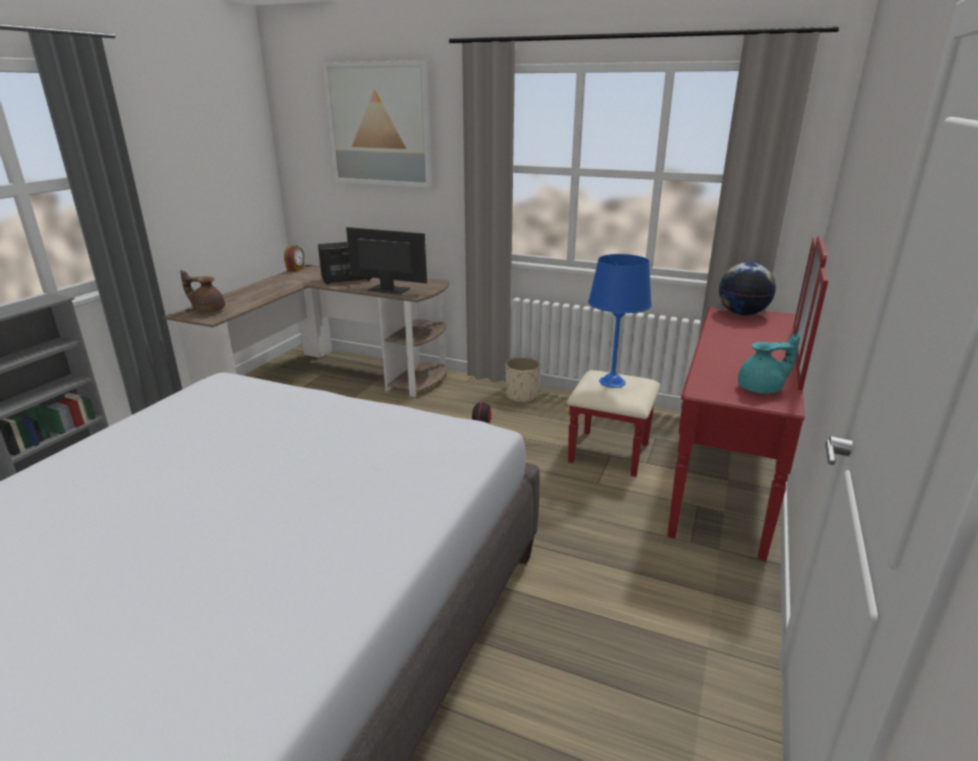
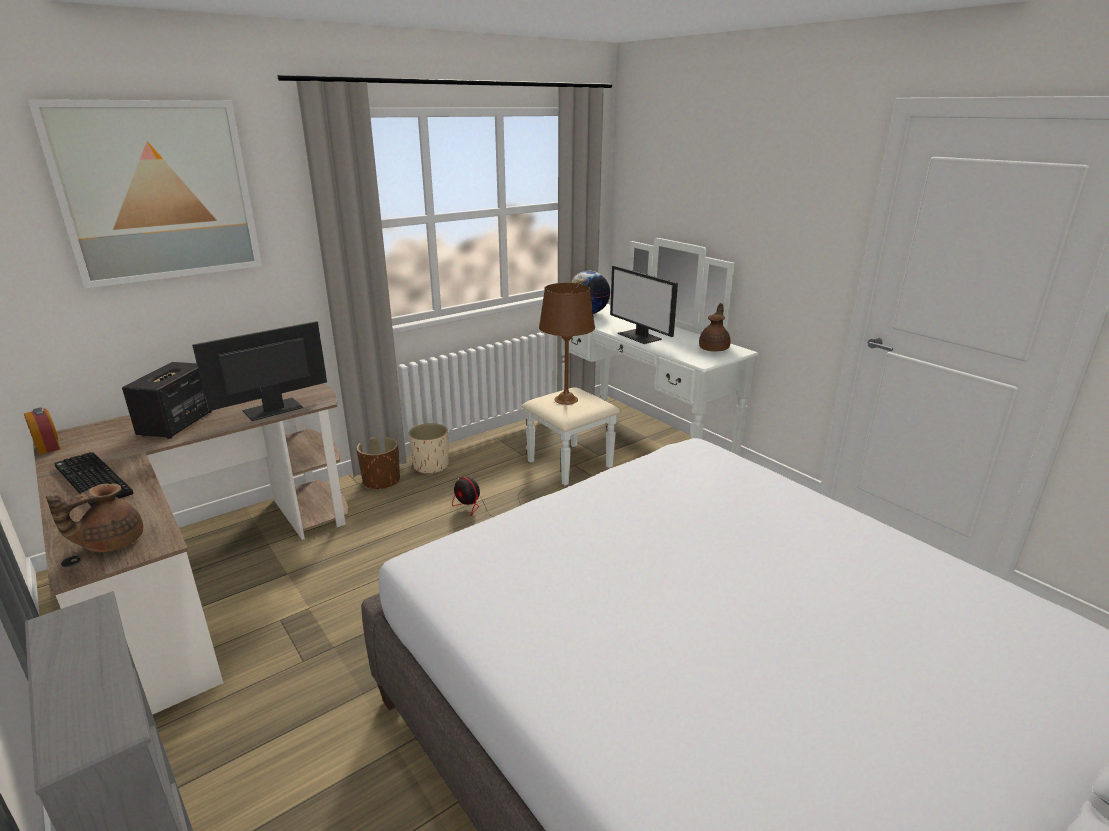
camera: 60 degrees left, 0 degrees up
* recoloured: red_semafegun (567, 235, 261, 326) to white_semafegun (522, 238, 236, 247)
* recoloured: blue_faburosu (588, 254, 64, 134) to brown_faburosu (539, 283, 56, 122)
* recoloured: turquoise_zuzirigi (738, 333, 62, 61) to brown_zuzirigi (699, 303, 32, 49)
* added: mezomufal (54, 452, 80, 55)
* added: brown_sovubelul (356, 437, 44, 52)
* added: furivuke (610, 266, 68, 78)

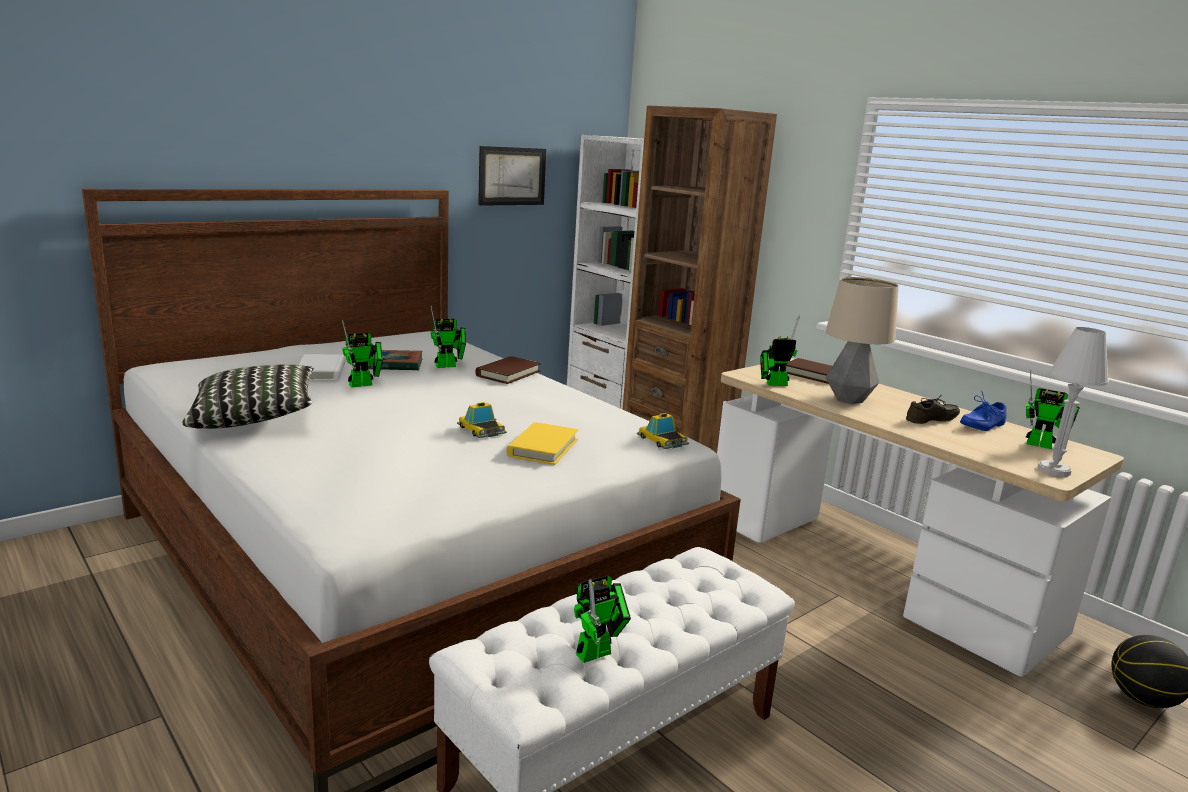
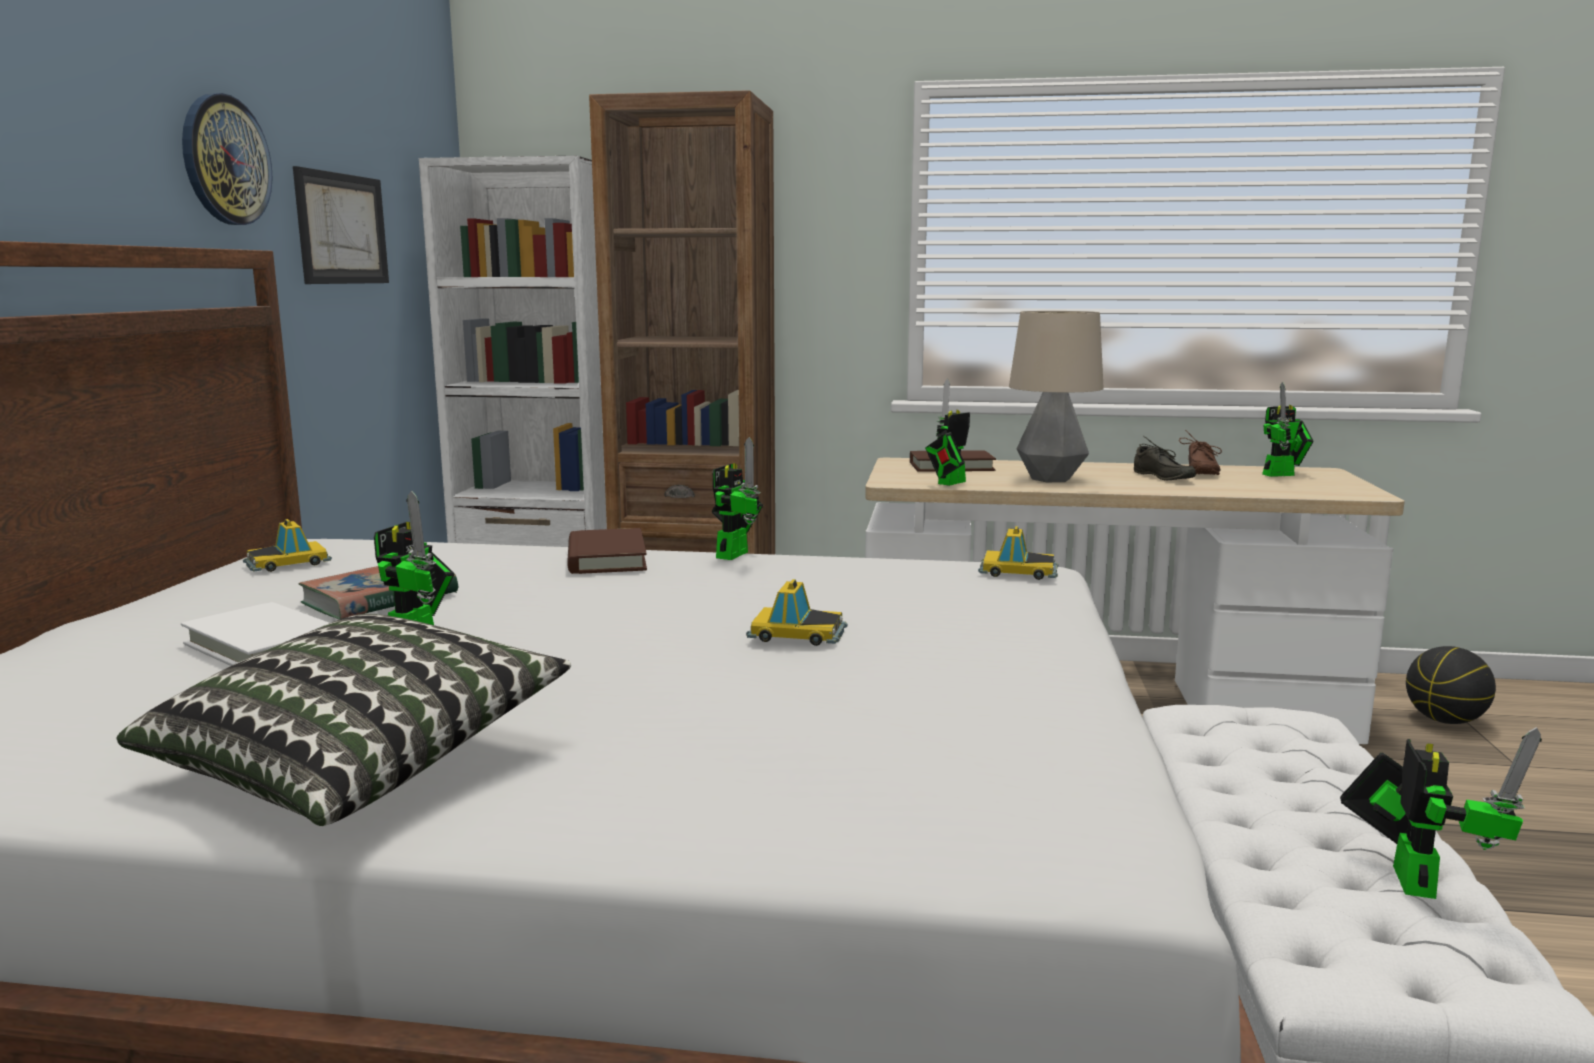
camera: 40 degrees left, 5 degrees down
* moved: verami (430, 306, 36, 62) to (712, 437, 51, 123)
* removed: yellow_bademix (506, 422, 72, 43)
* turned: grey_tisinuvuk (906, 395, 54, 29) = (1134, 436, 62, 44) 135 degrees clockwise
* recoloured: blue_tisinuvuk (960, 390, 47, 41) to brown_tisinuvuk (1179, 430, 43, 45)
* removed: white_faburosu (1037, 327, 72, 150)
* added: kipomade (182, 93, 90, 132)
* added: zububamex (243, 519, 89, 53)

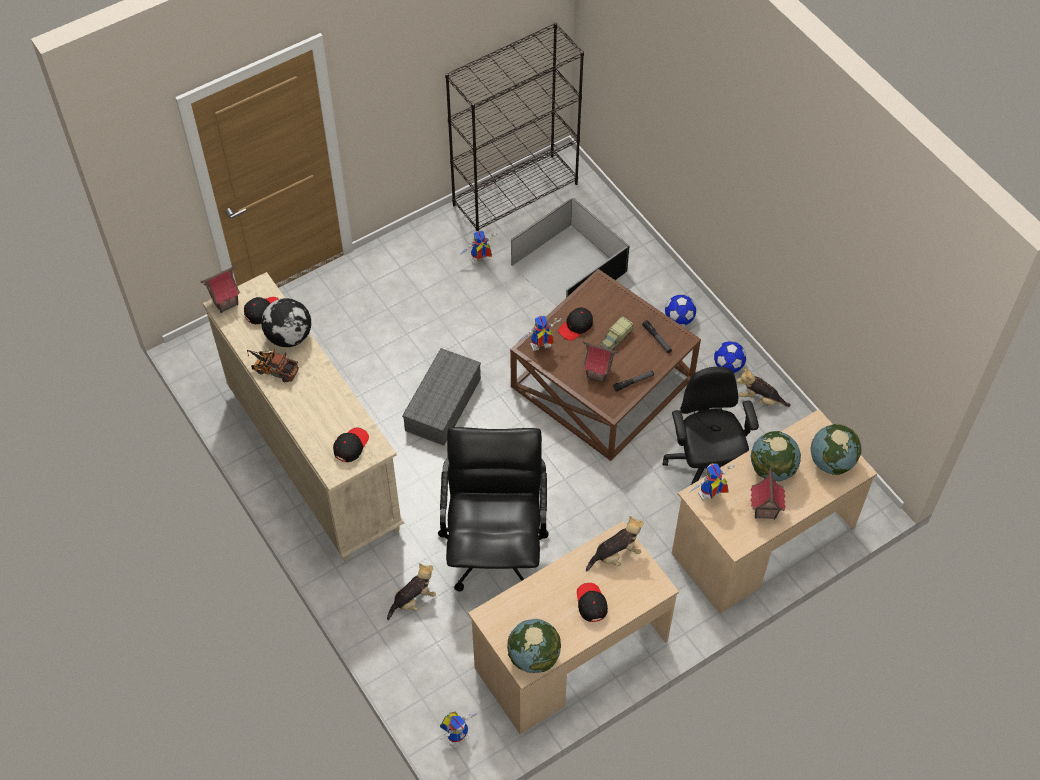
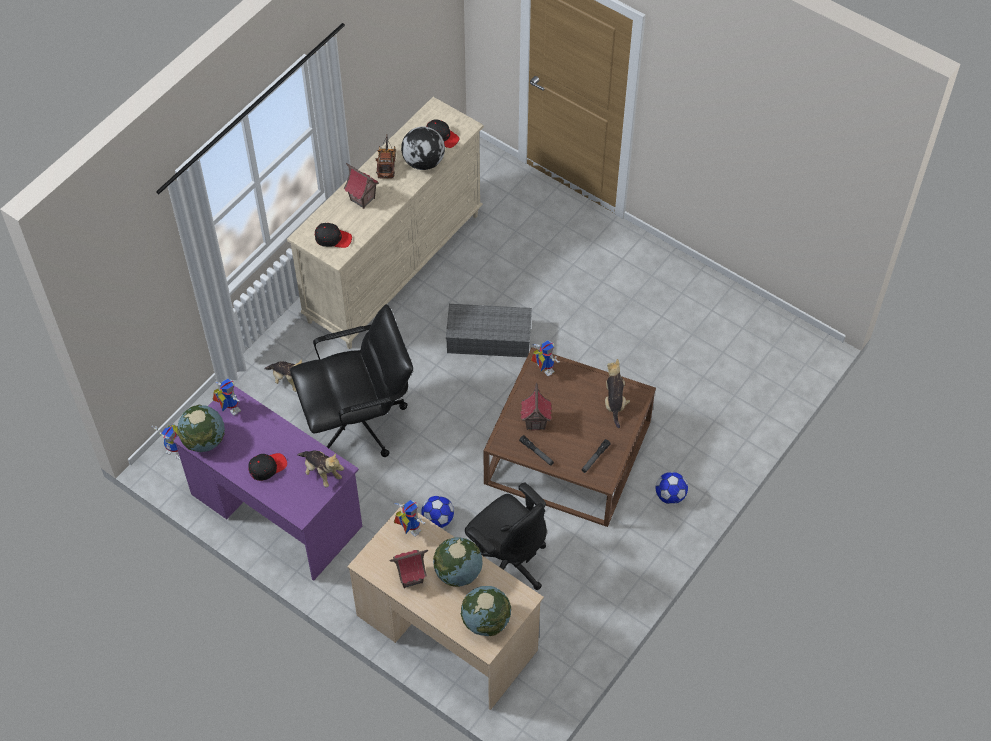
camera: 70 degrees right, 0 degrees up
* moved: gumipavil (200, 265, 40, 48) to (344, 163, 35, 46)
* removed: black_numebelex (445, 22, 139, 209)
* moved: verami (459, 231, 39, 34) to (213, 378, 28, 38)
* recoloured: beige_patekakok (468, 521, 211, 214) to purple_patekakok (173, 386, 189, 195)
* removed: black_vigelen (511, 198, 118, 109)
* removed: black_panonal (558, 307, 35, 34)
* removed: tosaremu (601, 316, 32, 34)
* turned: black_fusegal (662, 367, 97, 118) = (465, 482, 82, 108) 75 degrees clockwise
* moved: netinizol (714, 341, 32, 32) to (421, 496, 33, 32)
* moved: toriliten (736, 368, 55, 39) to (605, 359, 25, 69)

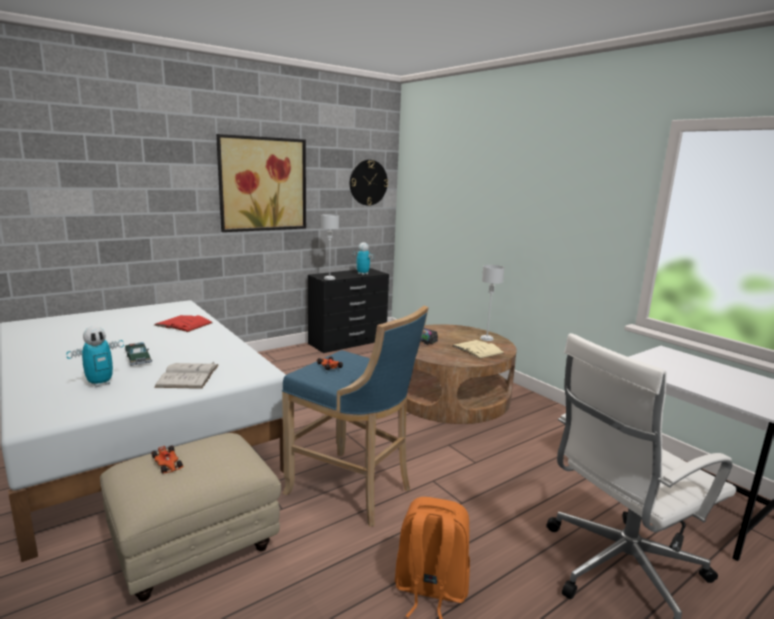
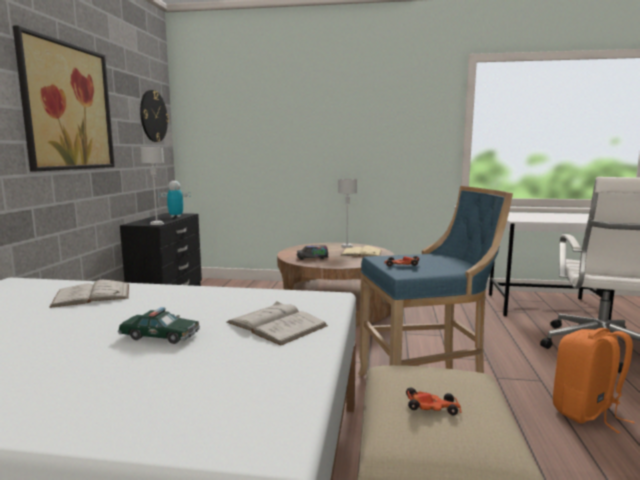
camera: 45 degrees left, 5 degrees down
* removed: verami (66, 326, 58, 61)
* recoloured: red_bademix (154, 315, 59, 17) to white_bademix (49, 280, 80, 28)

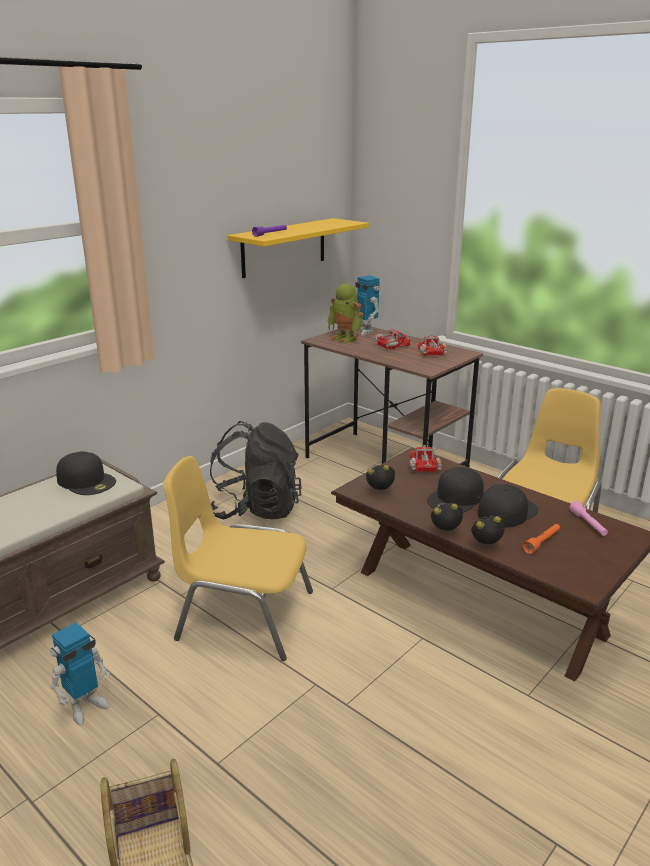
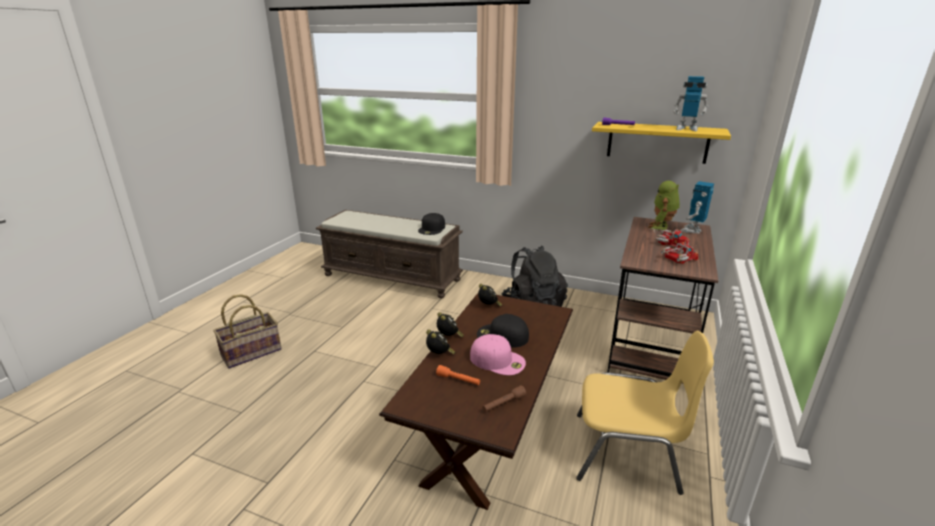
camera: 70 degrees right, 0 degrees up
* moved: verami (50, 622, 60, 104) to (673, 76, 35, 55)
* removed: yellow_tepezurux (163, 456, 150, 205)
* removed: tosaremu (410, 445, 32, 27)
* recoloured: black_panonal (478, 484, 60, 44) to pink_panonal (470, 334, 56, 41)
* recoloured: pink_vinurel (570, 501, 38, 35) to brown_vinurel (483, 385, 43, 27)

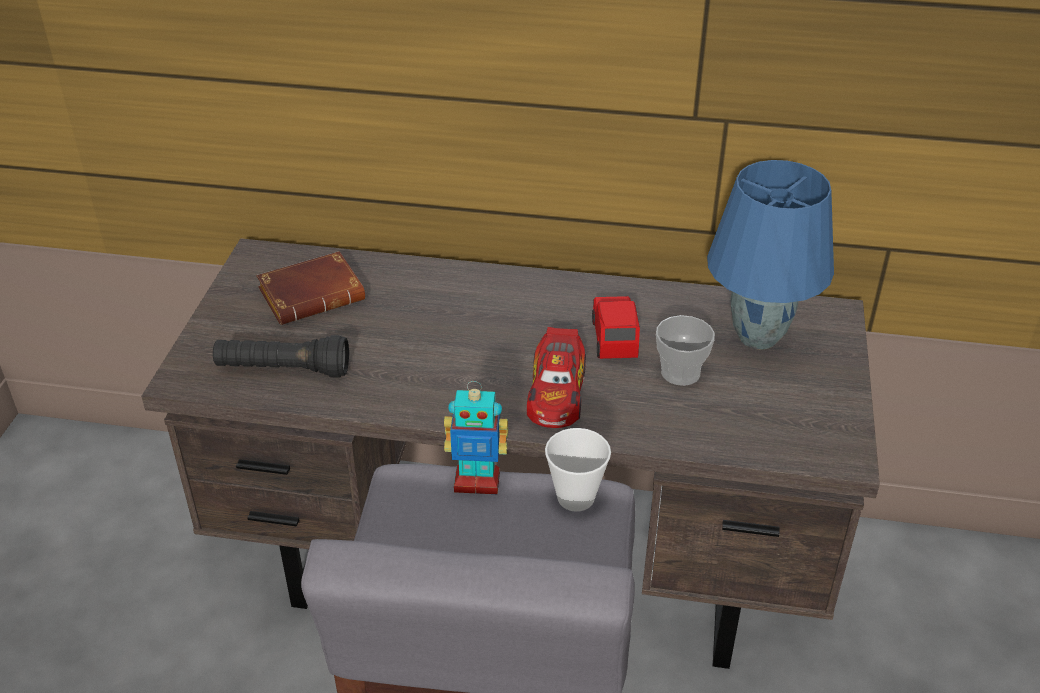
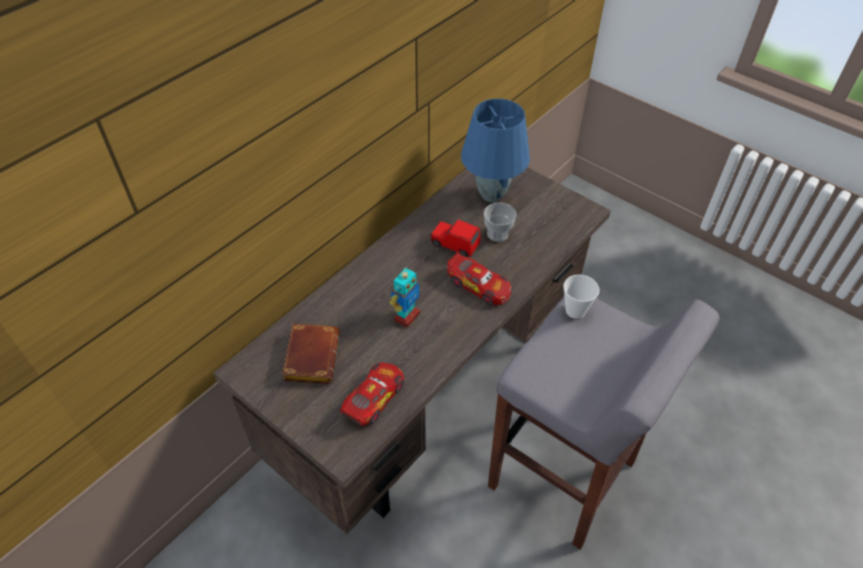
camera: 60 degrees left, 10 degrees up
* replaced: black_vinurel (213, 335, 136, 43) to zububamex (340, 363, 64, 63)
* moved: verami (444, 381, 64, 113) to (390, 268, 31, 59)

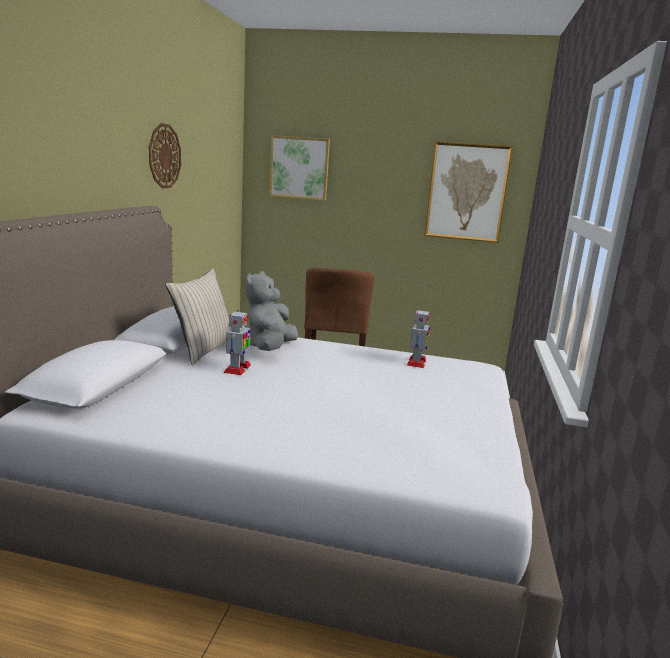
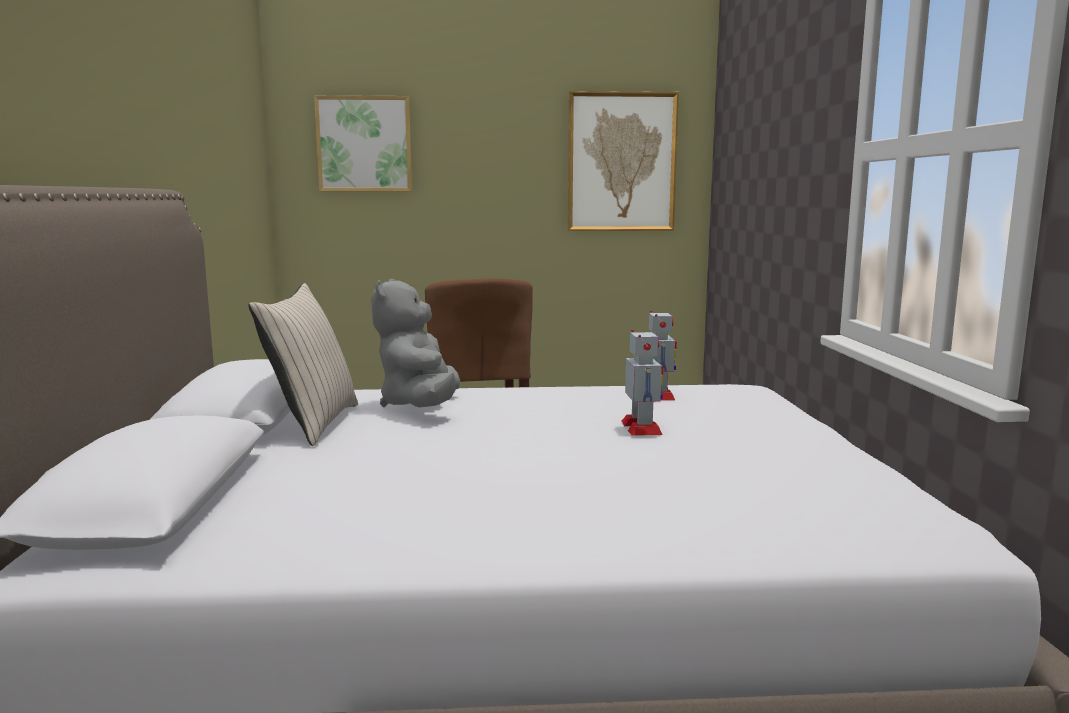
camera: 15 degrees left, 5 degrees down
* removed: kipomade (149, 123, 32, 65)
* moved: verami (223, 310, 28, 65) to (622, 329, 41, 107)

